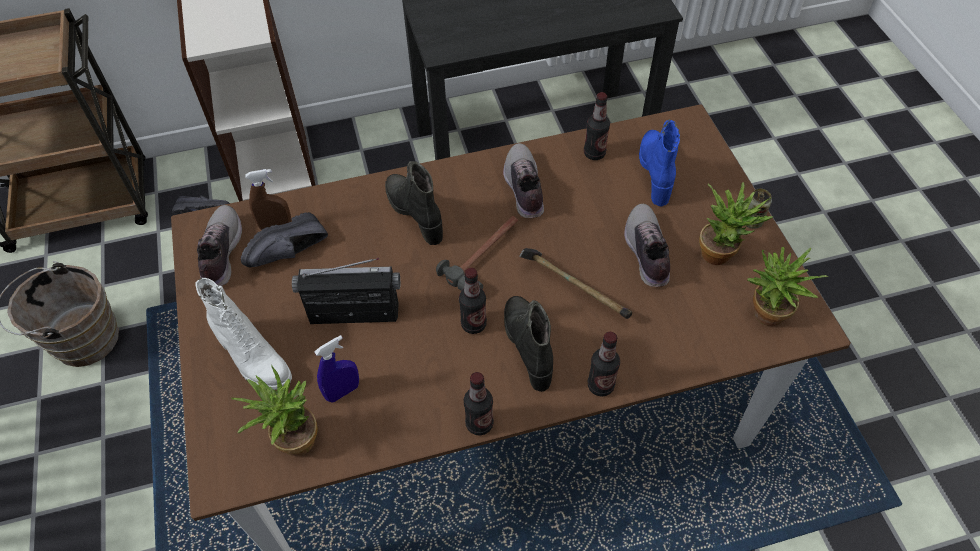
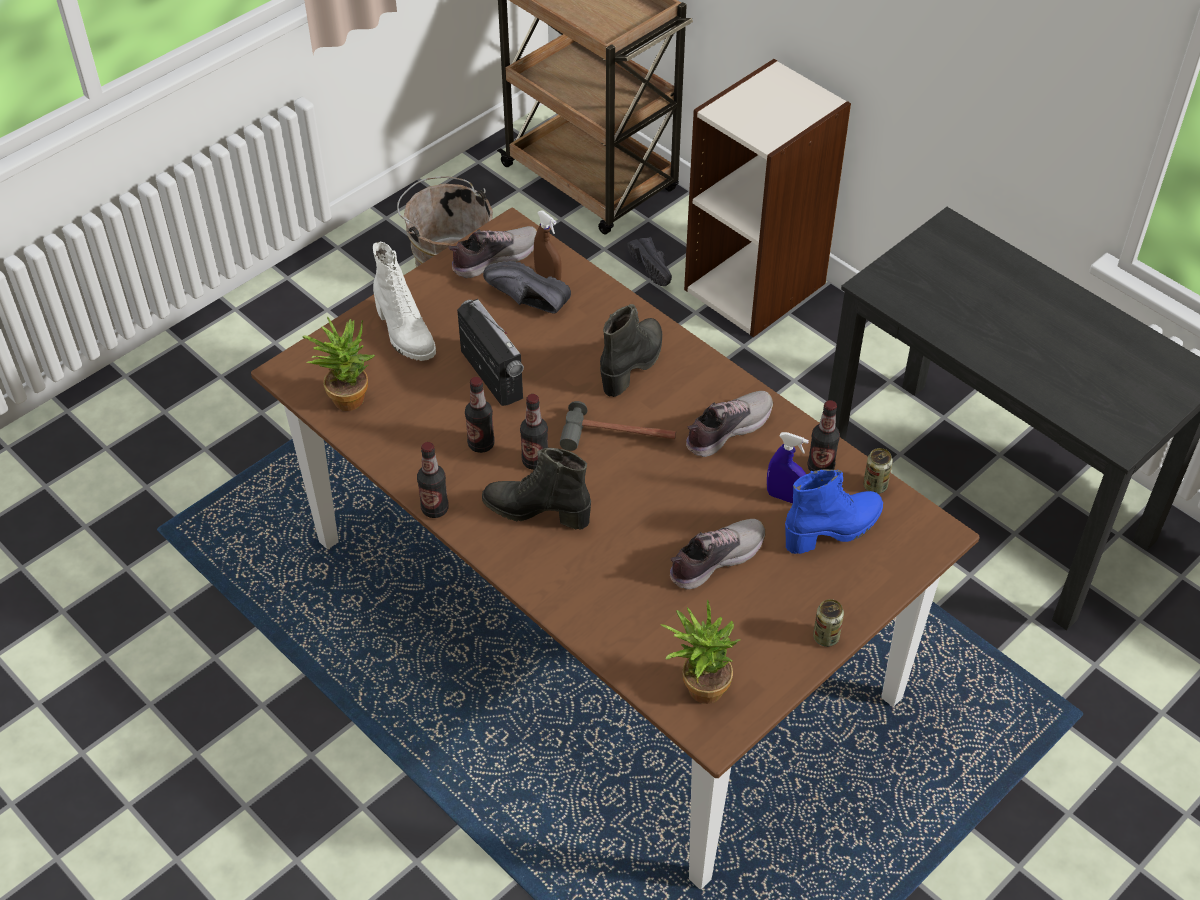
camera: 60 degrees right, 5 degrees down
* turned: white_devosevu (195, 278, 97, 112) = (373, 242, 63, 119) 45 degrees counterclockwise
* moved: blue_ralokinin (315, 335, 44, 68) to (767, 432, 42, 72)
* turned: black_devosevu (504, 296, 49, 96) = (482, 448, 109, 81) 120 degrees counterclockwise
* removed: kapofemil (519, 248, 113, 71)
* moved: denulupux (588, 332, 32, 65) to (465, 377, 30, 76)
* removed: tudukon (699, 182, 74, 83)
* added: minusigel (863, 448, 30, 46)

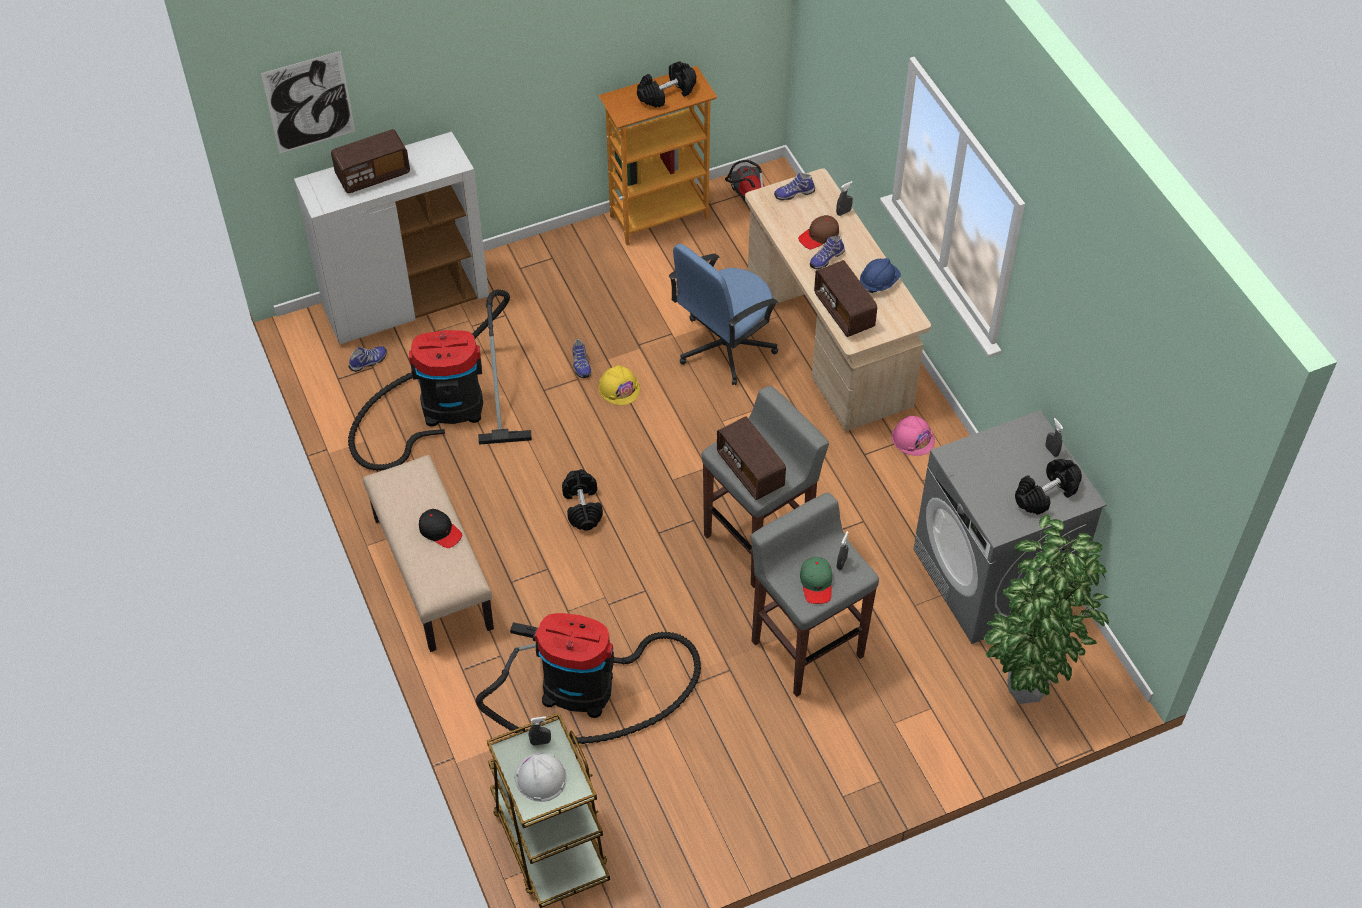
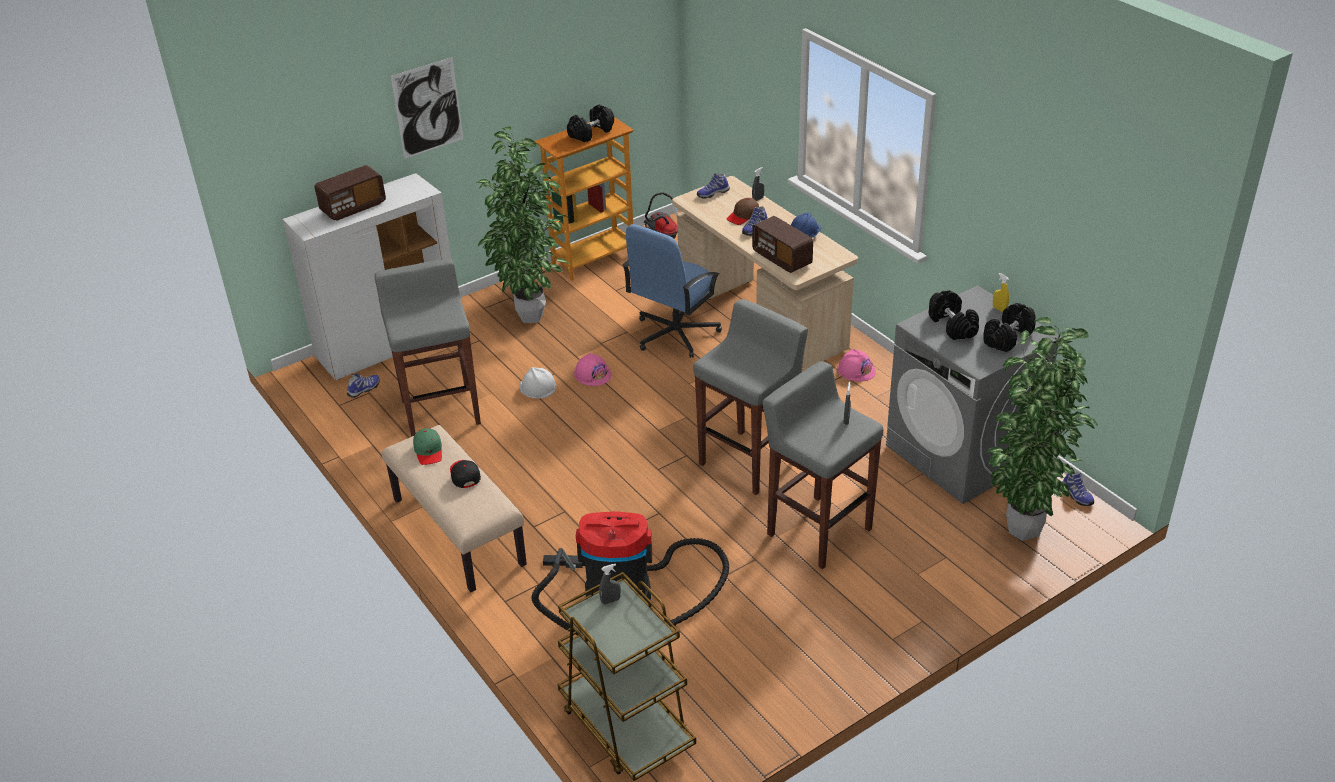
camera: 10 degrees left, 15 degrees down
* moved: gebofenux (261, 51, 94, 103) to (391, 57, 73, 102)
* replaced: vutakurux (348, 290, 184, 181) to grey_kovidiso (374, 259, 107, 178)
* turned: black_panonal (419, 509, 43, 39) = (450, 460, 31, 28) 135 degrees counterclockwise
* moved: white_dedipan (515, 753, 52, 49) to (519, 367, 37, 31)
* moved: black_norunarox (562, 469, 41, 61) to (928, 290, 51, 50)
* moved: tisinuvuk (572, 339, 19, 39) to (1062, 471, 32, 35)
* recoloured: yellow_dedipan (599, 365, 41, 40) to pink_dedipan (574, 353, 37, 33)
* removed: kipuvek (717, 416, 69, 84)
* moved: green_panonal (800, 556, 32, 48) to (413, 428, 29, 37)
* recoloured: grey_ralokinin (1046, 418, 17, 39) to yellow_ralokinin (993, 273, 16, 39)
* added: tudukon (476, 126, 94, 197)

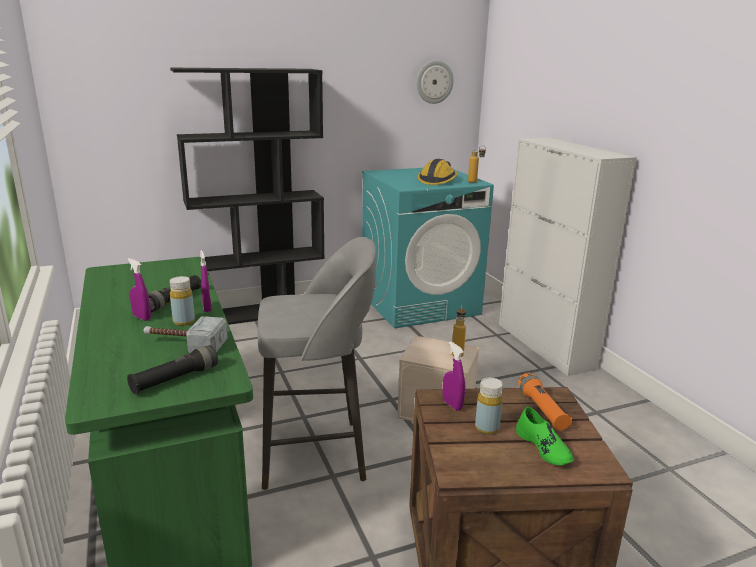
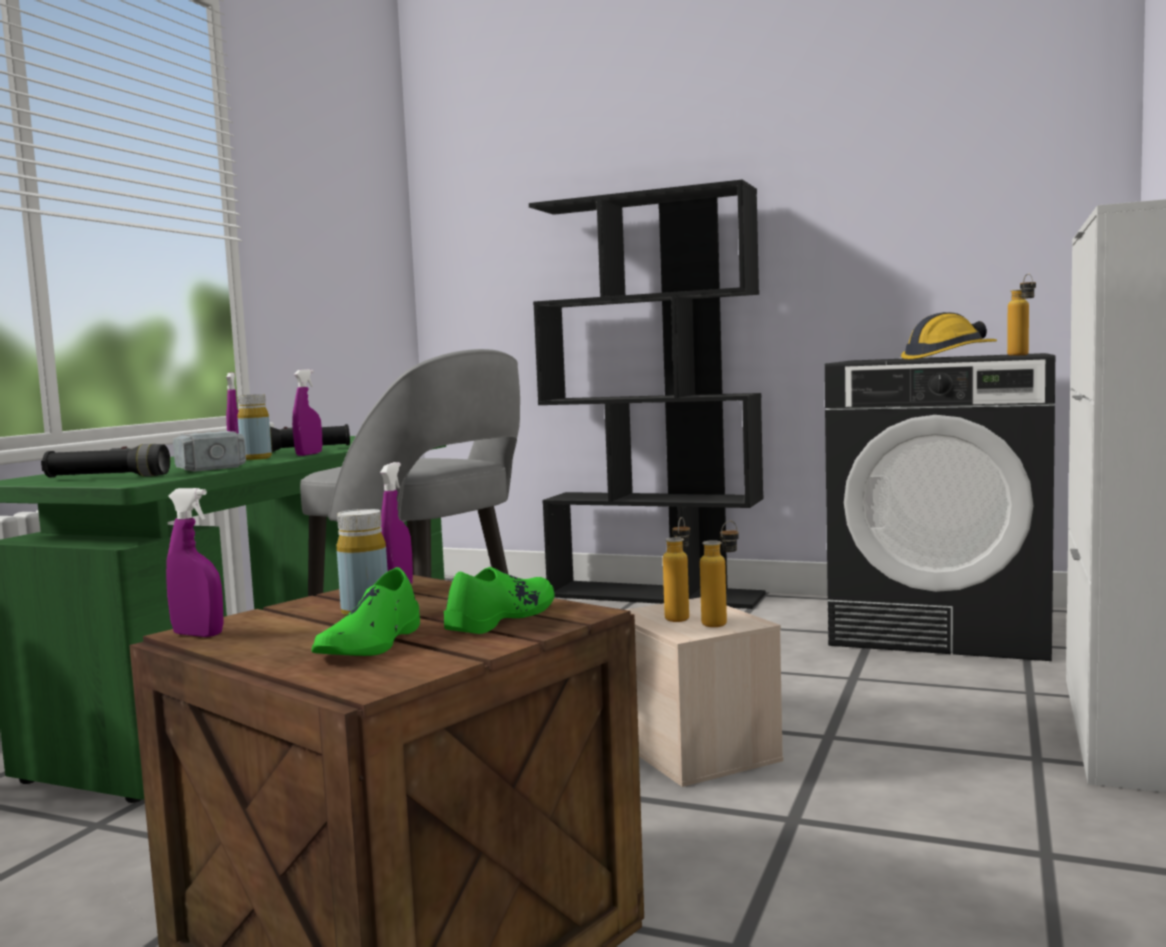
camera: 45 degrees right, 15 degrees down
* recoloured: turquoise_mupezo (362, 168, 132, 161) to black_mupezo (824, 353, 231, 308)
* removed: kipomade (416, 60, 38, 44)
* replaced: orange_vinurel (518, 373, 54, 58) to green_tisinuvuk (444, 567, 110, 67)
* added: purple_ralokinin (166, 488, 57, 149)
* added: denulupux (663, 517, 27, 105)

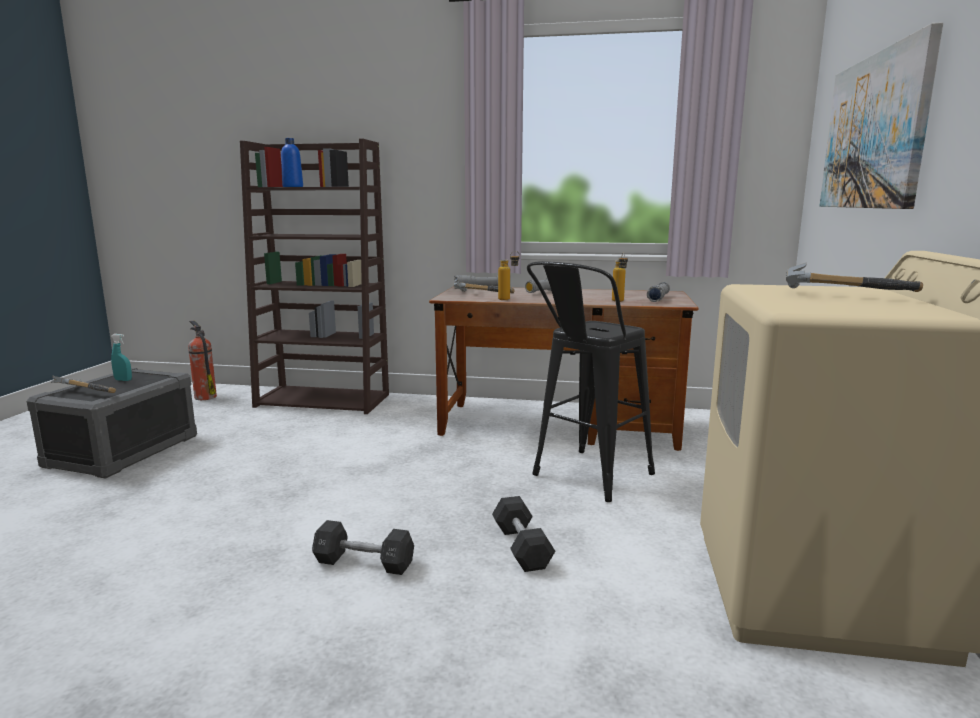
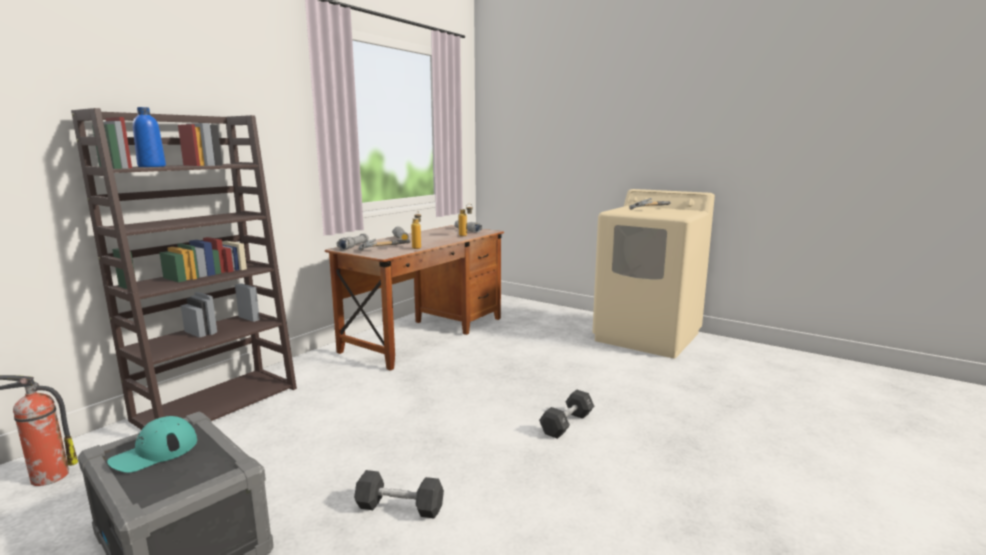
camera: 65 degrees left, 0 degrees up
* removed: kapofemil (51, 376, 65, 17)
* replaced: turquoise_ralokinin (111, 334, 21, 47) to turquoise_panonal (107, 416, 90, 57)
* moved: black_norunarox (492, 496, 63, 76) to (354, 470, 90, 49)
* removed: black_kovidiso (527, 261, 128, 241)
* removed: gebofenux (820, 22, 123, 187)

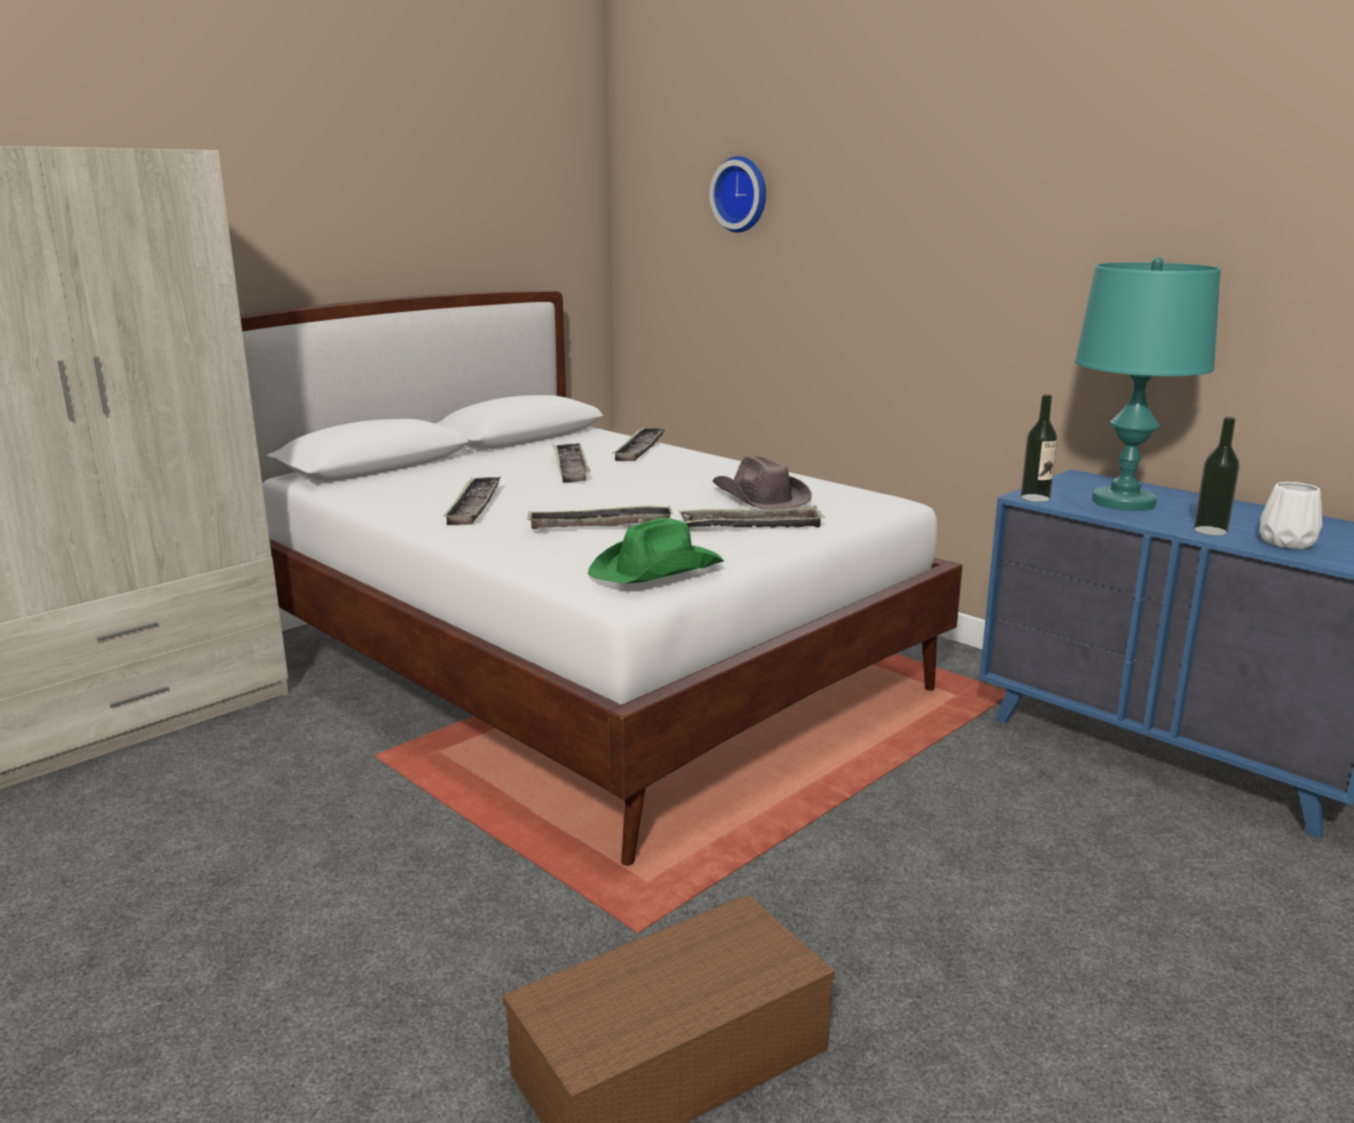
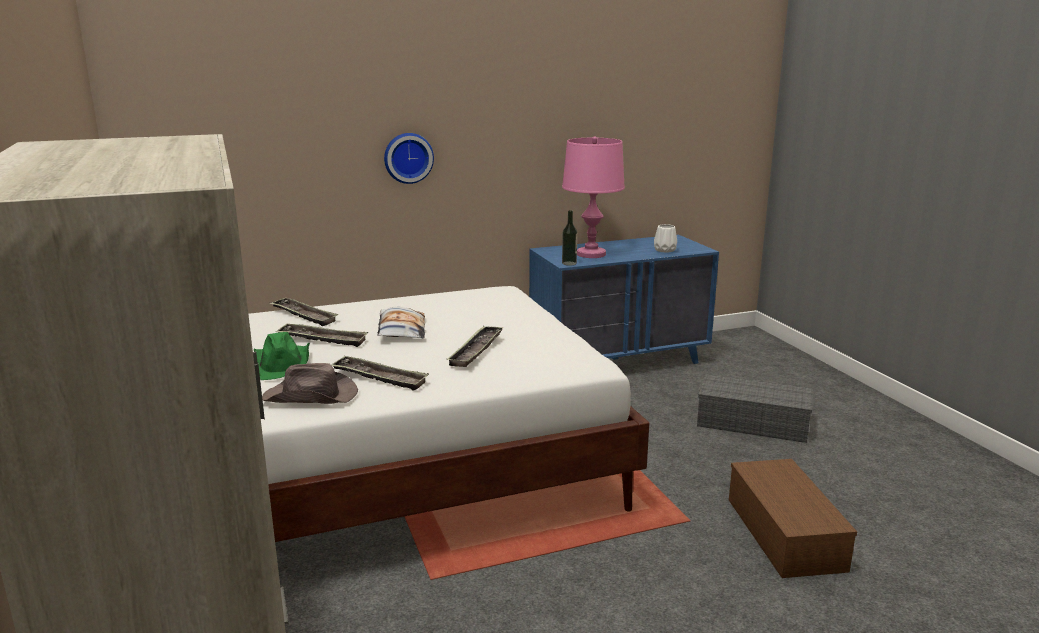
camera: 65 degrees left, 0 degrees up
* moved: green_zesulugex (588, 518, 136, 66) to (254, 332, 56, 48)
* removed: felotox (679, 506, 146, 22)
* moved: kipomade (710, 156, 56, 77) to (384, 133, 50, 51)
* moved: brown_zesulugex (712, 455, 100, 54) to (262, 363, 96, 41)
* recoloured: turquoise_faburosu (1075, 257, 146, 254) to pink_faburosu (562, 136, 63, 122)
* removed: denulupux (1194, 417, 46, 119)
* added: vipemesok (377, 307, 48, 31)
* added: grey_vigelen (697, 374, 116, 69)

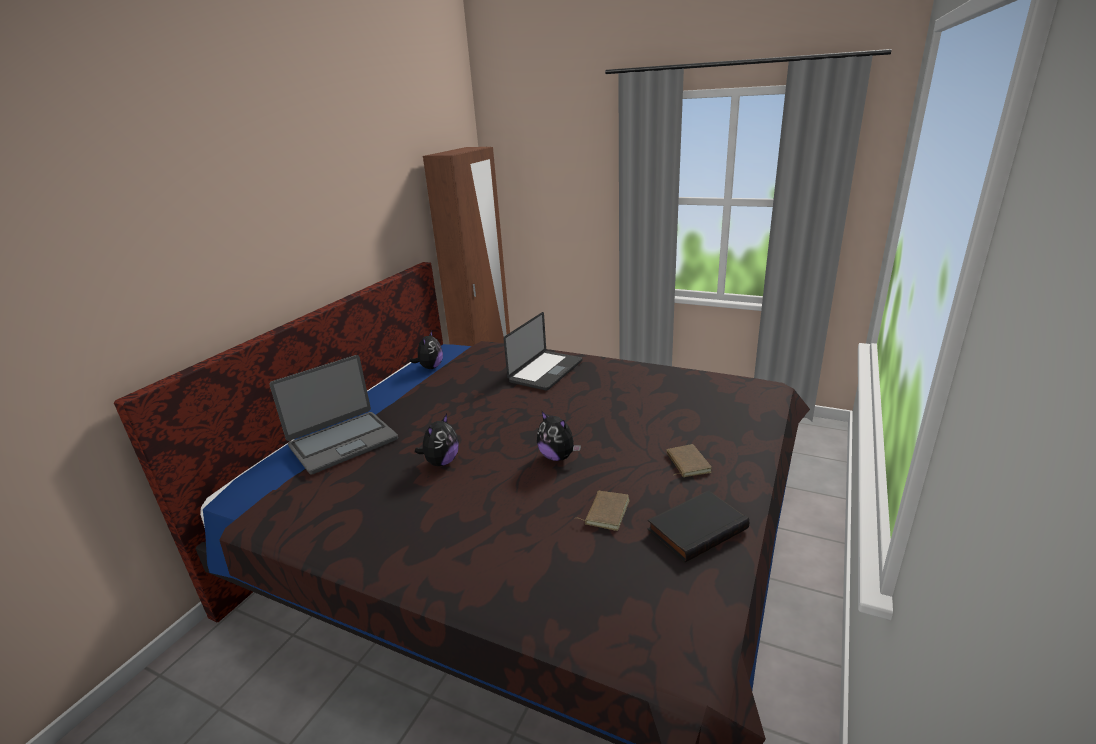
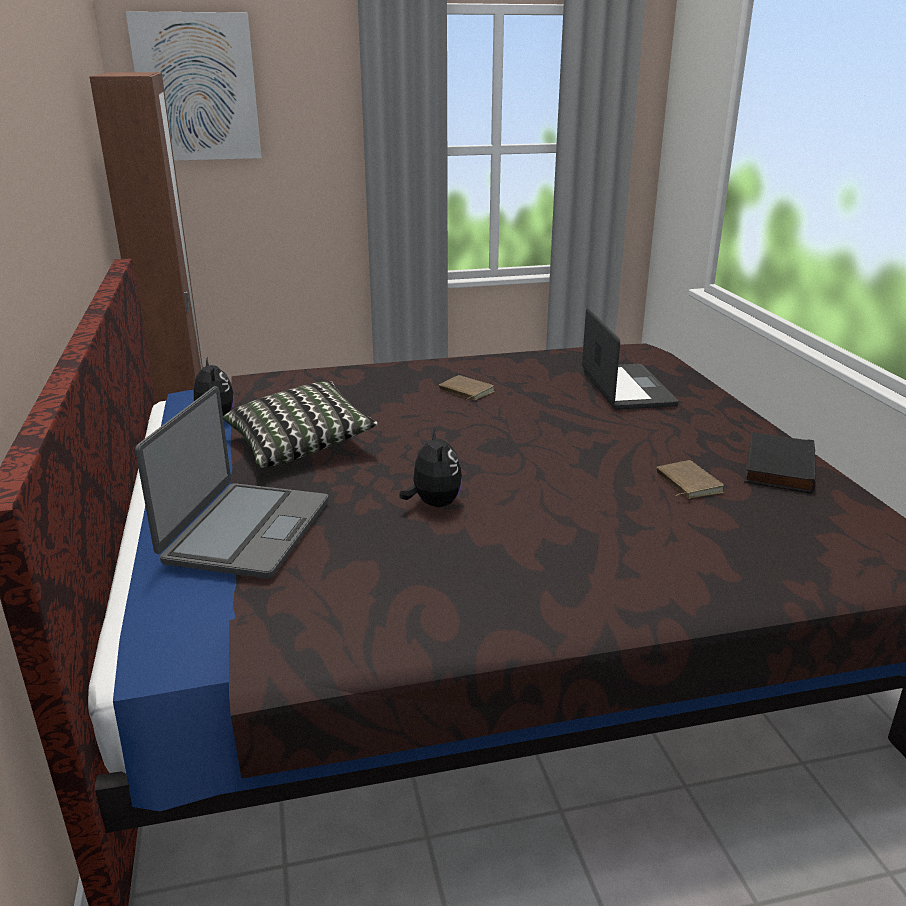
camera: 40 degrees left, 0 degrees up
* moved: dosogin (504, 312, 78, 79) to (582, 307, 96, 103)
* removed: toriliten (537, 411, 44, 50)
* moved: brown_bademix (667, 444, 45, 33) to (439, 375, 56, 25)
* added: gebofenux (126, 11, 136, 150)
* added: vipemesok (223, 381, 155, 87)

